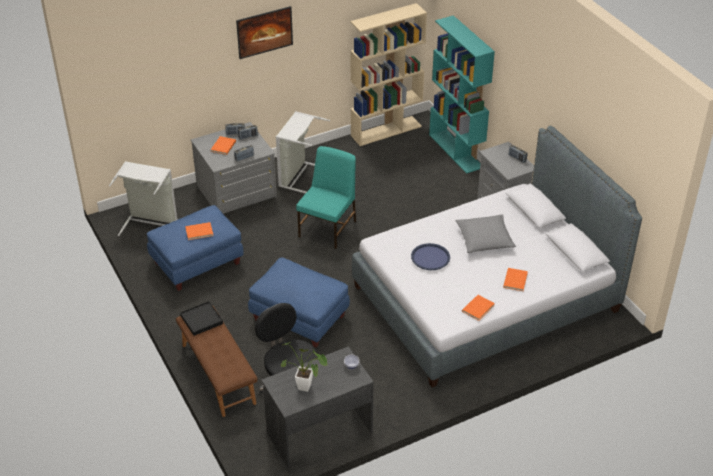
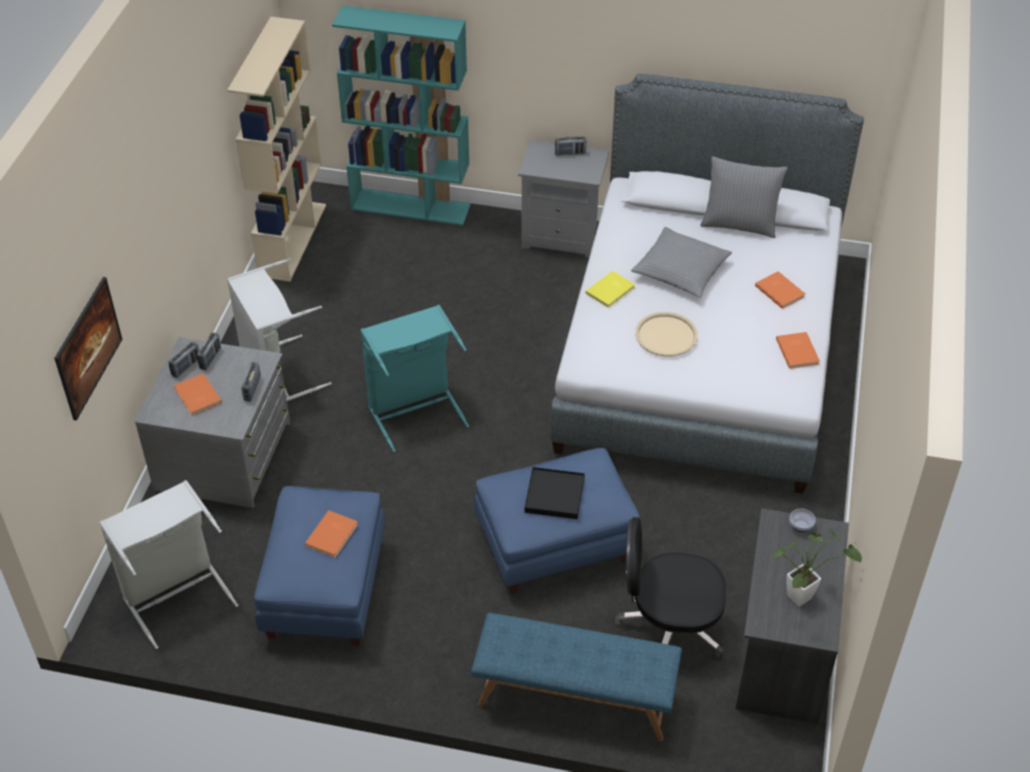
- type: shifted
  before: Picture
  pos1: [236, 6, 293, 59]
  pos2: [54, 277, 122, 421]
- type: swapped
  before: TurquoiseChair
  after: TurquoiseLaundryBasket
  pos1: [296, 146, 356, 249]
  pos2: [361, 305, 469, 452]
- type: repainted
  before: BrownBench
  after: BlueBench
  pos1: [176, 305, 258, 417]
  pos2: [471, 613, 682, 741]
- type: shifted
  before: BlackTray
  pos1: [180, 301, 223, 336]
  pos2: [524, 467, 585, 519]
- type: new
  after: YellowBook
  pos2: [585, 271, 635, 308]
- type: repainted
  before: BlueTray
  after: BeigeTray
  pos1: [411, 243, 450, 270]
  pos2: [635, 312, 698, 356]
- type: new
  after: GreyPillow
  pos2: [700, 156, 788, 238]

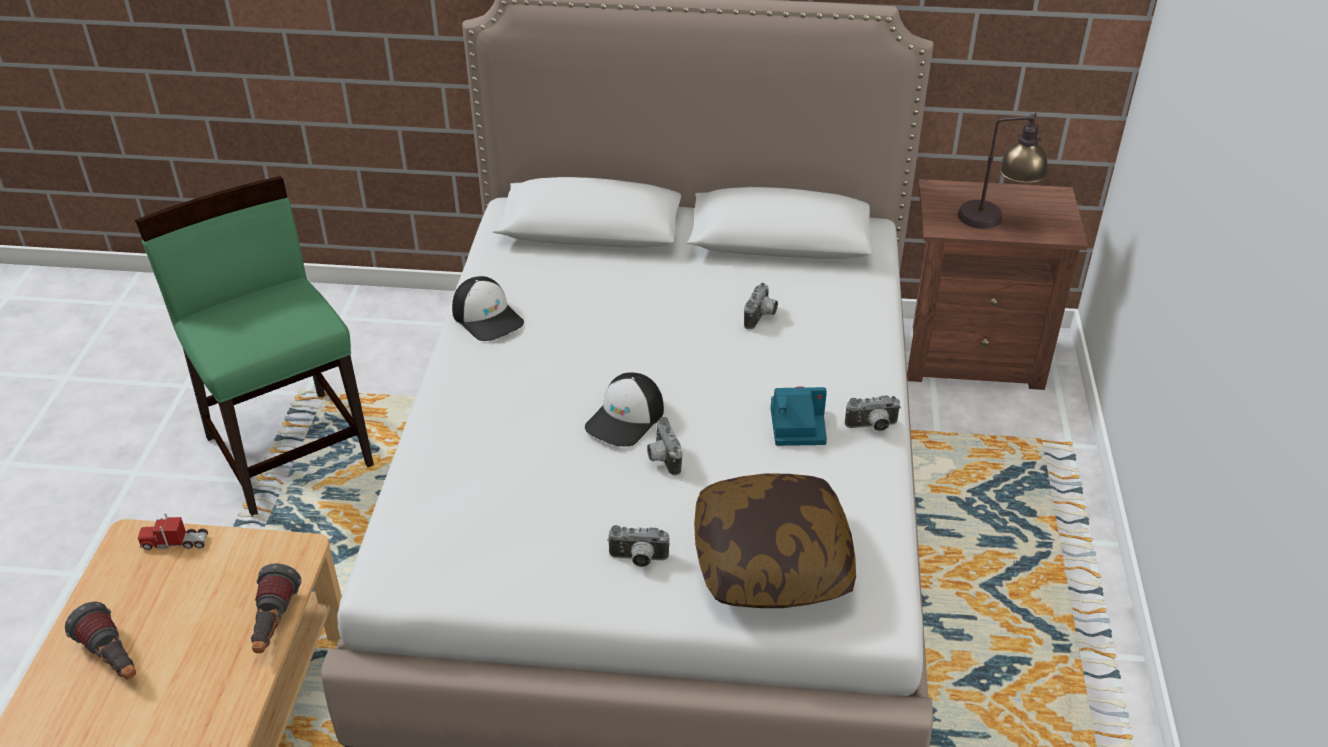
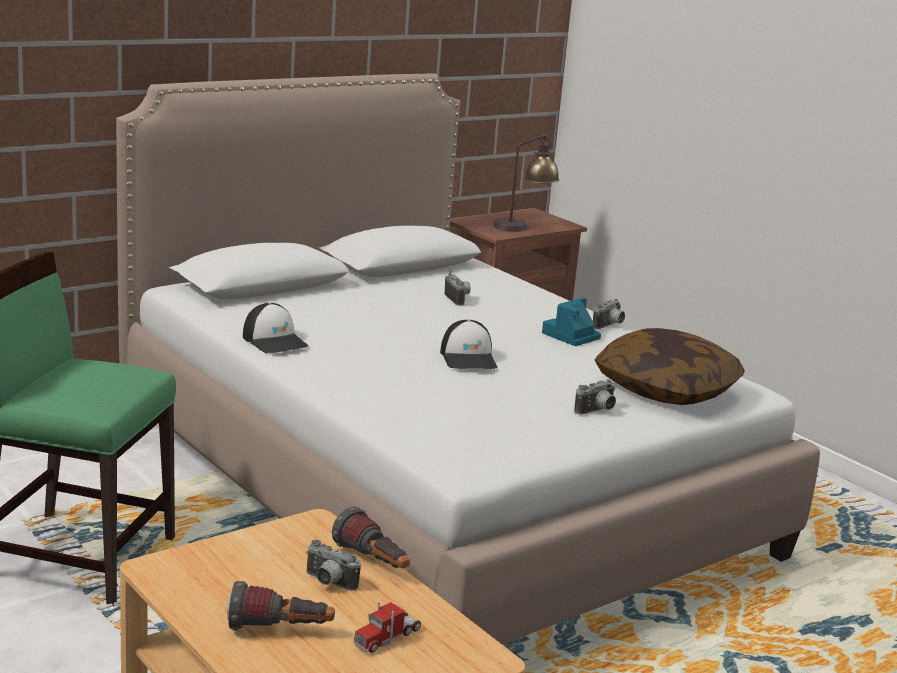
- type: rotated
  before: Cap
  pos1: [452, 276, 524, 341]
  pos2: [243, 303, 308, 353]
  turn: 45
- type: shifted
  before: PhotoCamera
  pos1: [647, 417, 682, 475]
  pos2: [306, 540, 361, 591]
- type: shifted
  before: ToyTruck
  pos1: [138, 513, 208, 550]
  pos2: [353, 602, 421, 653]

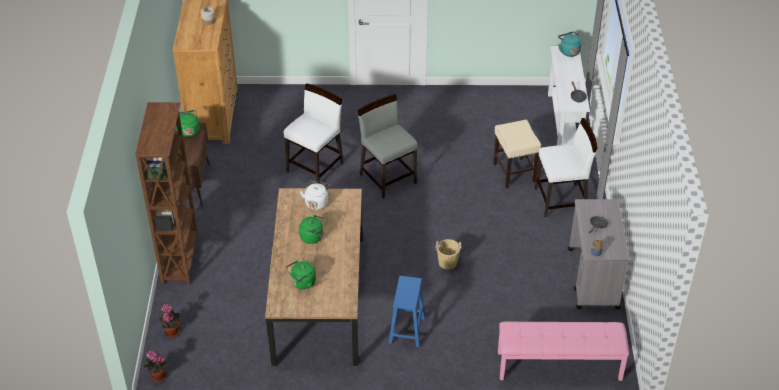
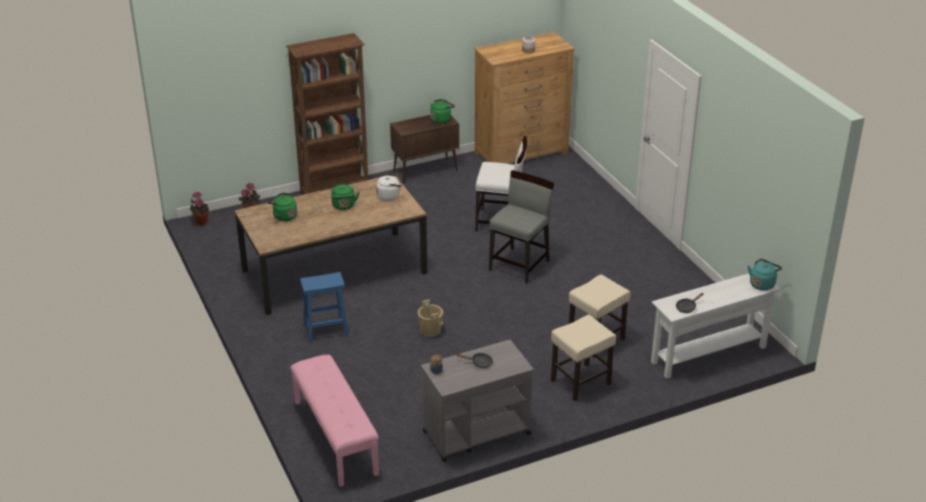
- type: swapped
  before: WhiteChair
  after: BeigeStool
  pos1: [534, 118, 598, 217]
  pos2: [551, 315, 616, 401]

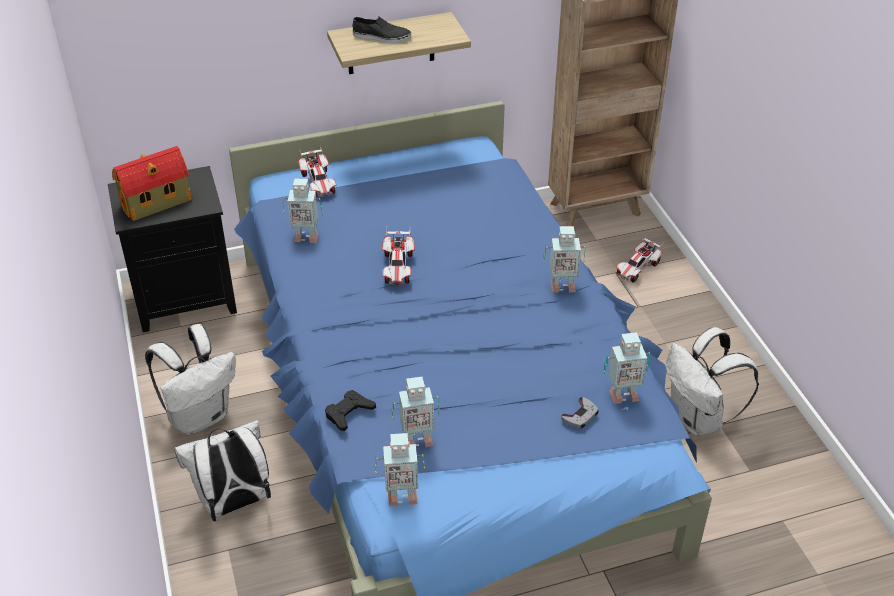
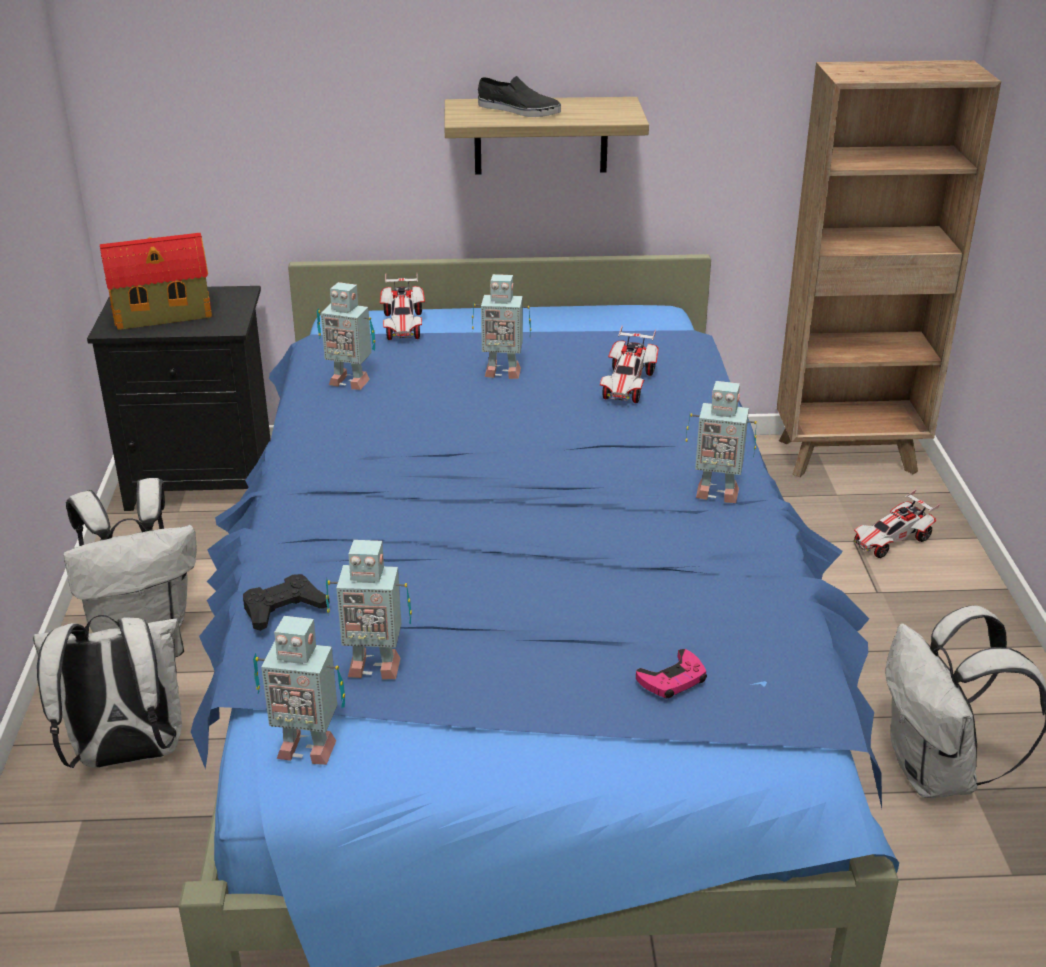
- type: shifted
  before: ToyRobot
  pos1: [604, 332, 651, 404]
  pos2: [472, 274, 531, 379]
- type: shifted
  before: ToyCar
  pos1: [382, 231, 415, 285]
  pos2: [600, 326, 659, 403]
- type: repainted
  before: GreyGameController
  after: PinkGameController
  pos1: [561, 397, 599, 428]
  pos2: [636, 649, 707, 698]

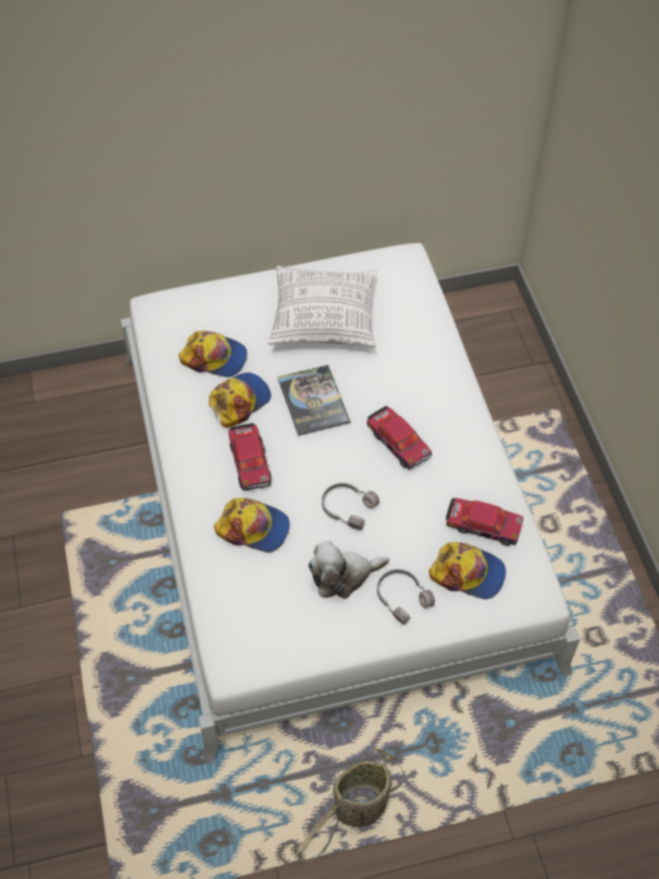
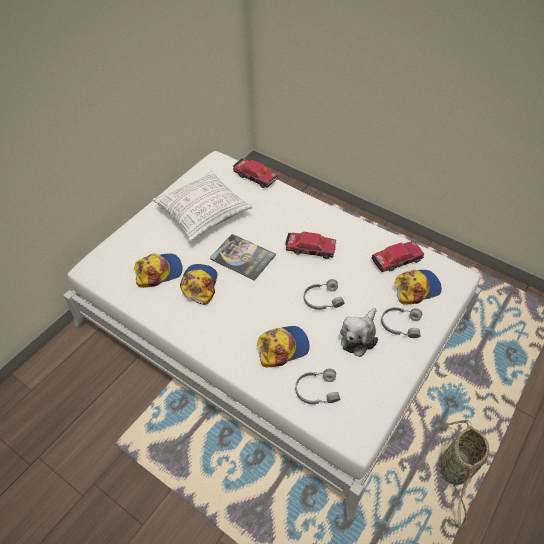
- type: shifted
  before: ToyCar
  pos1: [228, 423, 271, 491]
  pos2: [233, 159, 278, 188]
- type: new
  after: GreyHeadphones
  pos2: [295, 368, 340, 404]

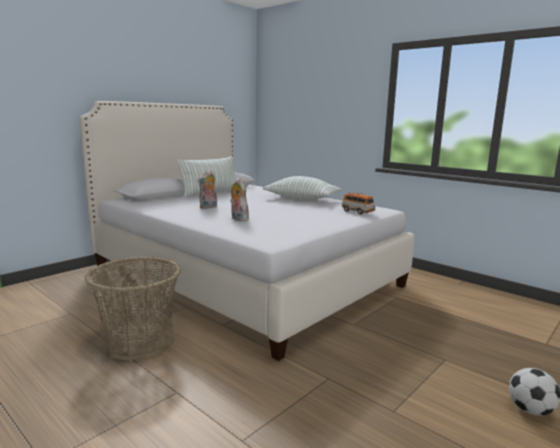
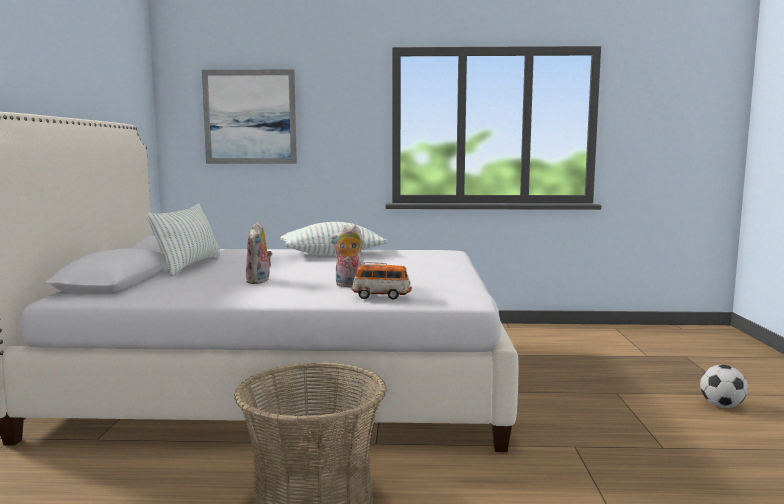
- type: new
  after: Picture
  pos2: [202, 69, 297, 164]
- type: shifted
  before: ToyCar
  pos1: [341, 192, 375, 214]
  pos2: [351, 262, 412, 299]

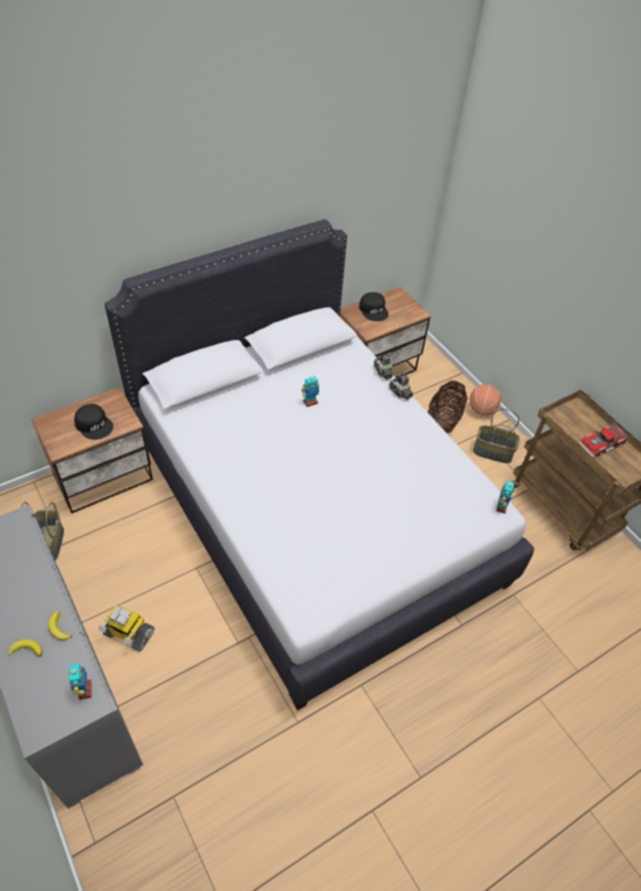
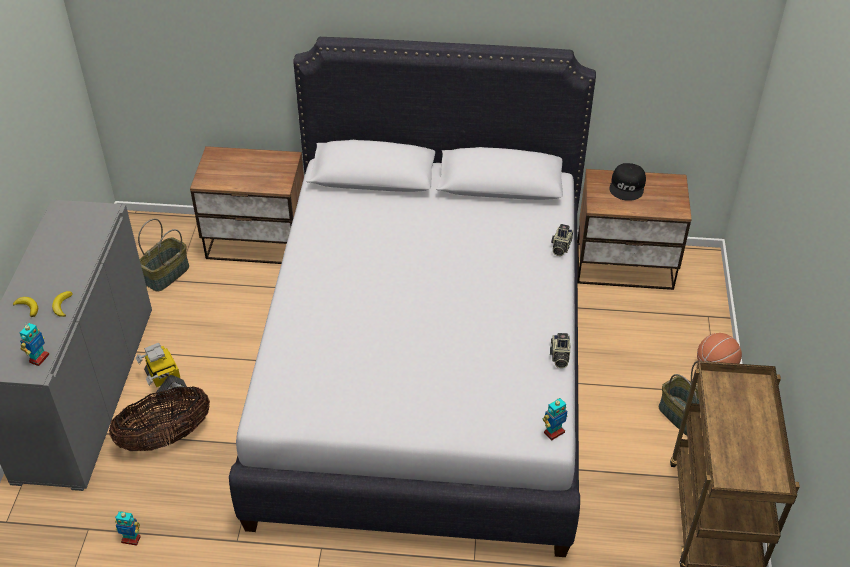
- type: shifted
  before: Basket
  pos1: [428, 381, 467, 433]
  pos2: [109, 386, 210, 451]
- type: shifted
  before: ToyRobot
  pos1: [301, 376, 320, 407]
  pos2: [115, 511, 141, 546]
- type: shifted
  before: PhotoCamera
  pos1: [389, 374, 413, 400]
  pos2: [550, 333, 570, 368]
- type: gone
  before: BlackCap
  pos1: [74, 404, 113, 440]
- type: gone
  before: ToyCar
  pos1: [578, 422, 629, 458]

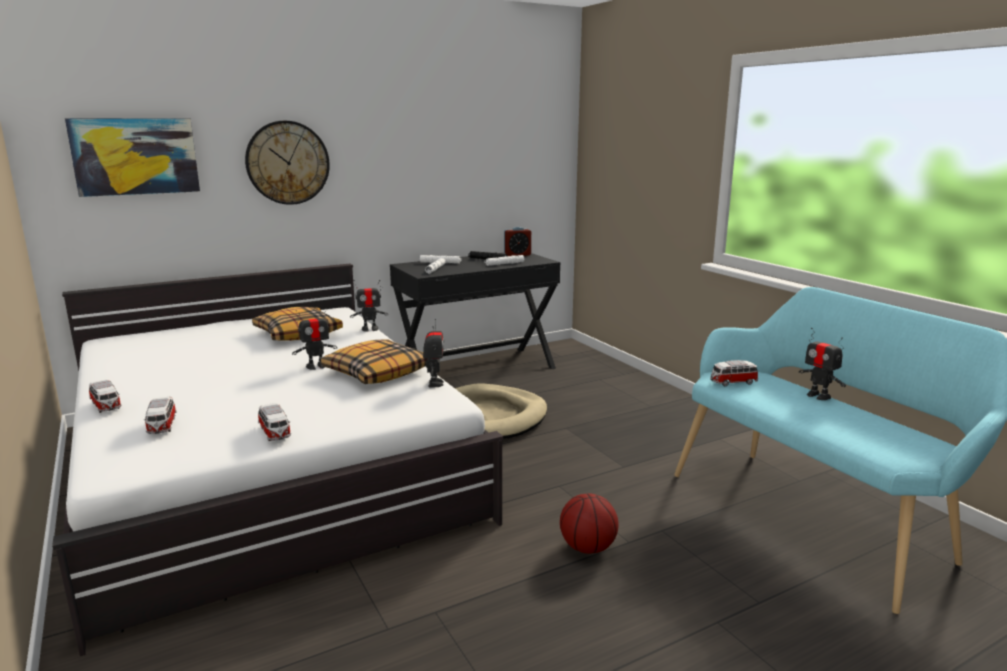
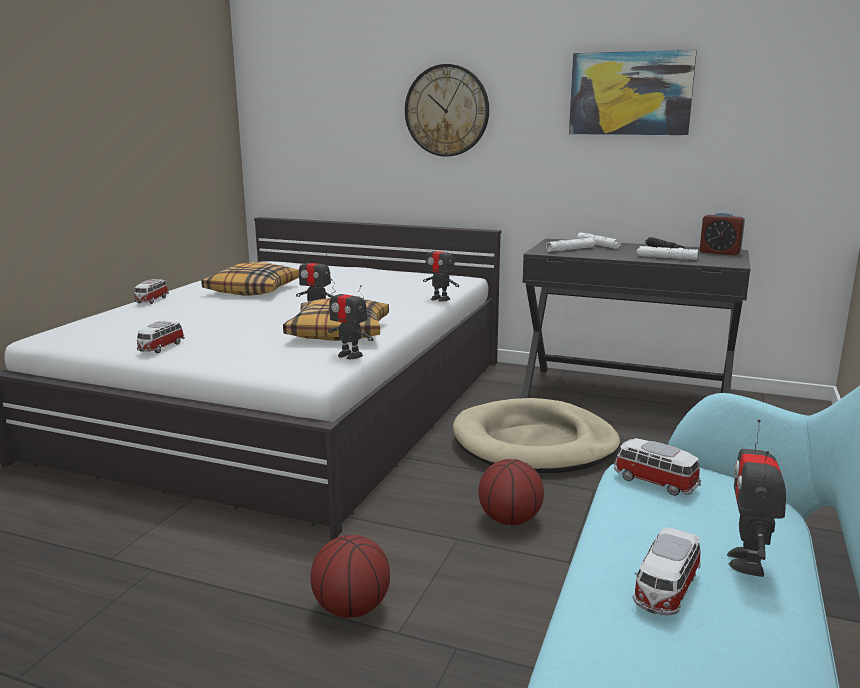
- type: shifted
  before: Pillow
  pos1: [252, 307, 343, 341]
  pos2: [201, 262, 299, 296]
- type: rotated
  before: ToyRobot
  pos1: [423, 319, 444, 388]
  pos2: [328, 279, 373, 359]
  turn: 75
- type: new
  after: Basketball
  pos2: [479, 459, 544, 525]
- type: shifted
  before: Picture
  pos1: [65, 118, 200, 197]
  pos2: [569, 50, 697, 135]
- type: shifted
  before: ToyCar
  pos1: [144, 397, 176, 434]
  pos2: [633, 527, 701, 615]

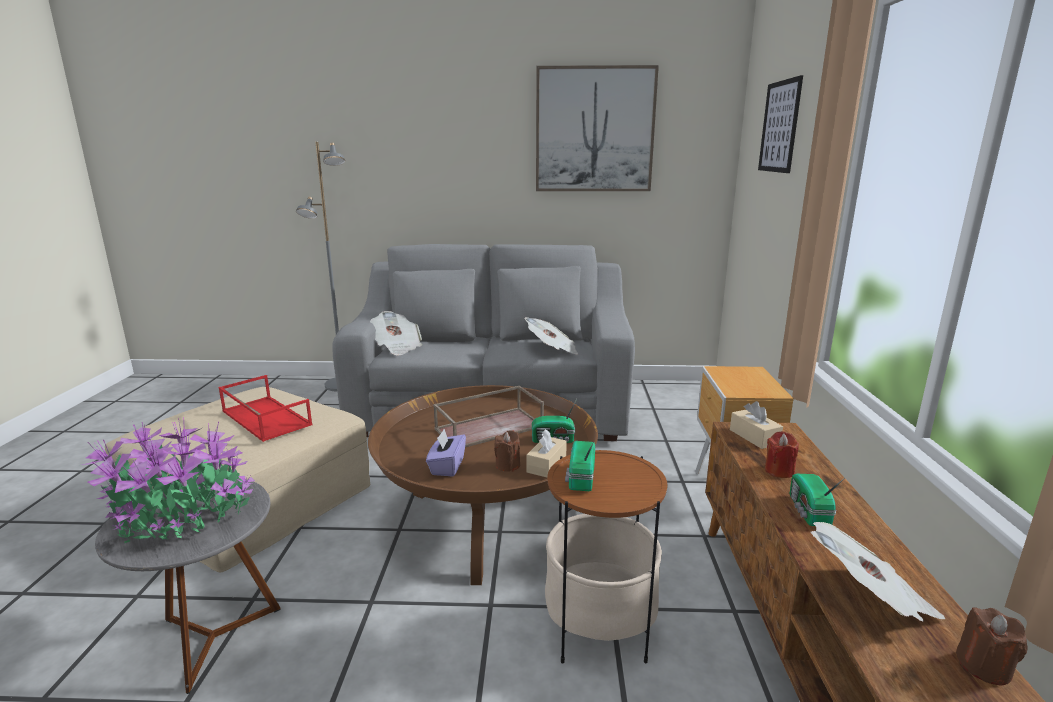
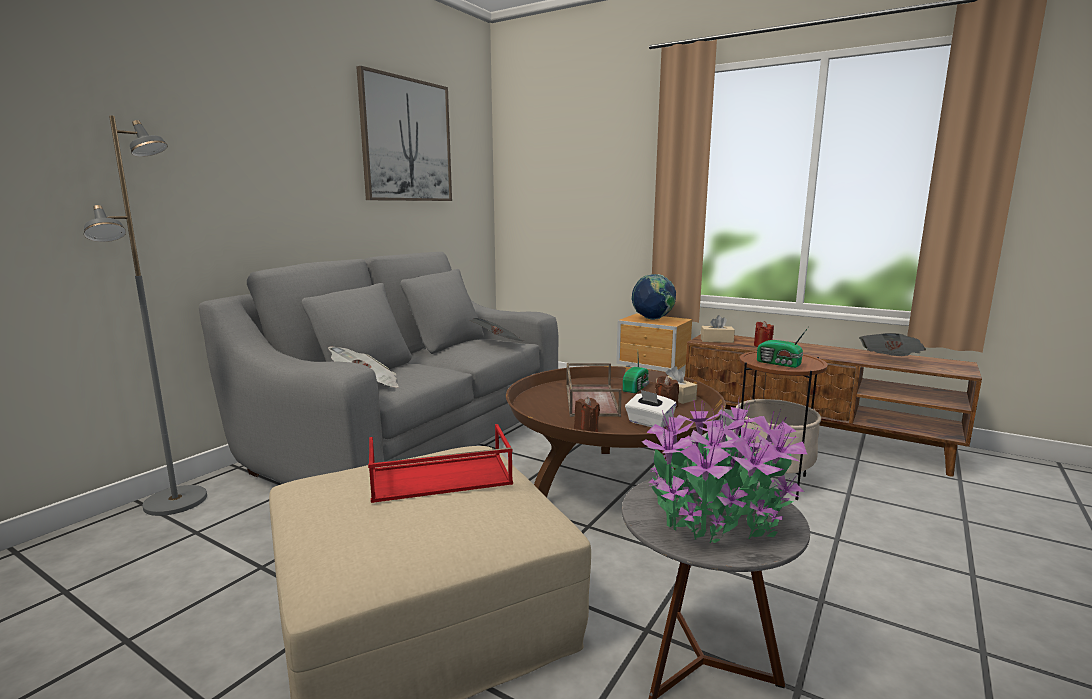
- type: shifted
  before: BrownCandle
  pos1: [956, 607, 1028, 685]
  pos2: [574, 397, 600, 432]
- type: repainted
  before: PurpleTissueBox
  after: WhiteTissueBox
  pos1: [426, 429, 466, 477]
  pos2: [625, 389, 676, 428]
- type: new
  after: Globe
  pos2: [631, 274, 676, 320]
- type: gone
  before: Picture
  pos1: [758, 75, 803, 173]
- type: gone
  before: Radio
  pos1: [790, 474, 845, 526]

